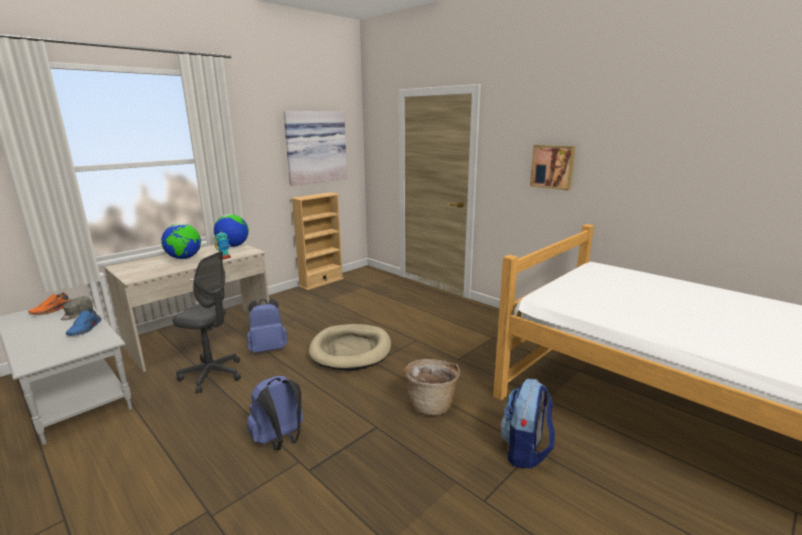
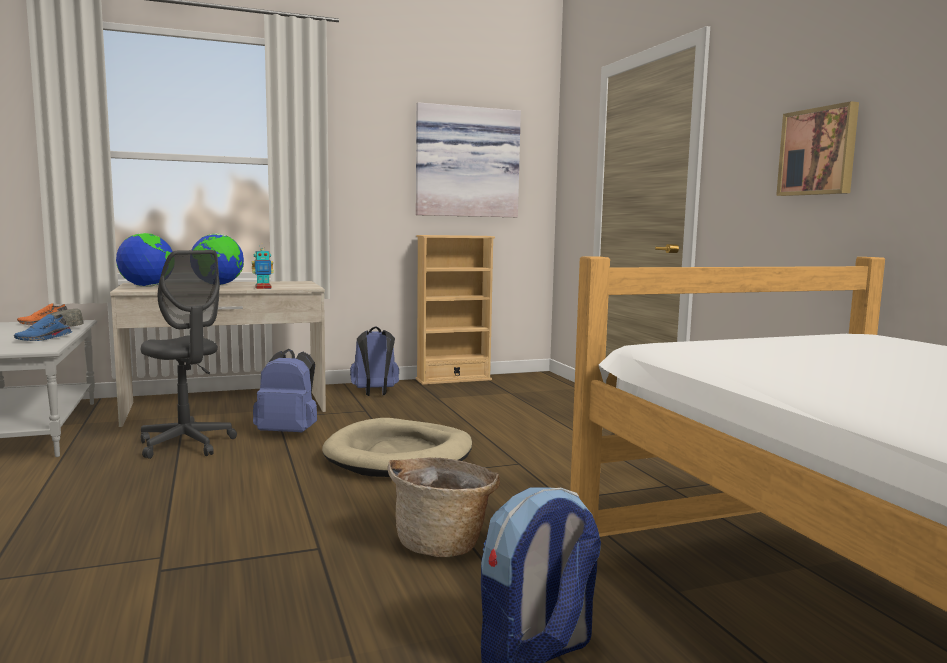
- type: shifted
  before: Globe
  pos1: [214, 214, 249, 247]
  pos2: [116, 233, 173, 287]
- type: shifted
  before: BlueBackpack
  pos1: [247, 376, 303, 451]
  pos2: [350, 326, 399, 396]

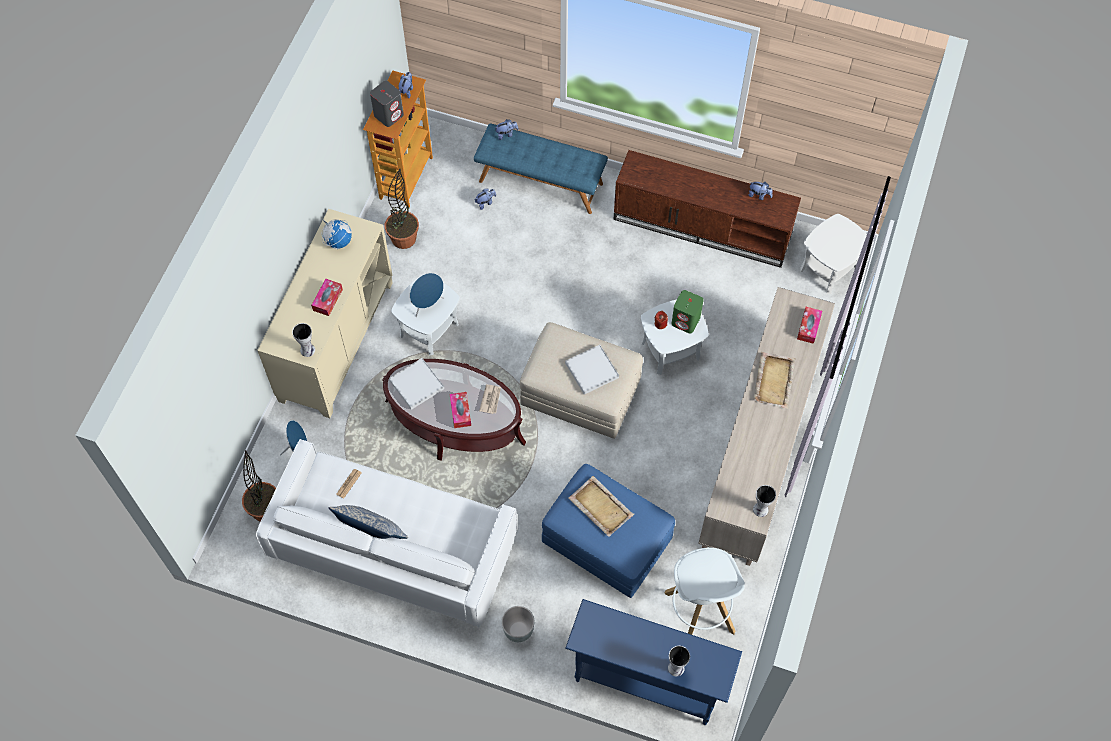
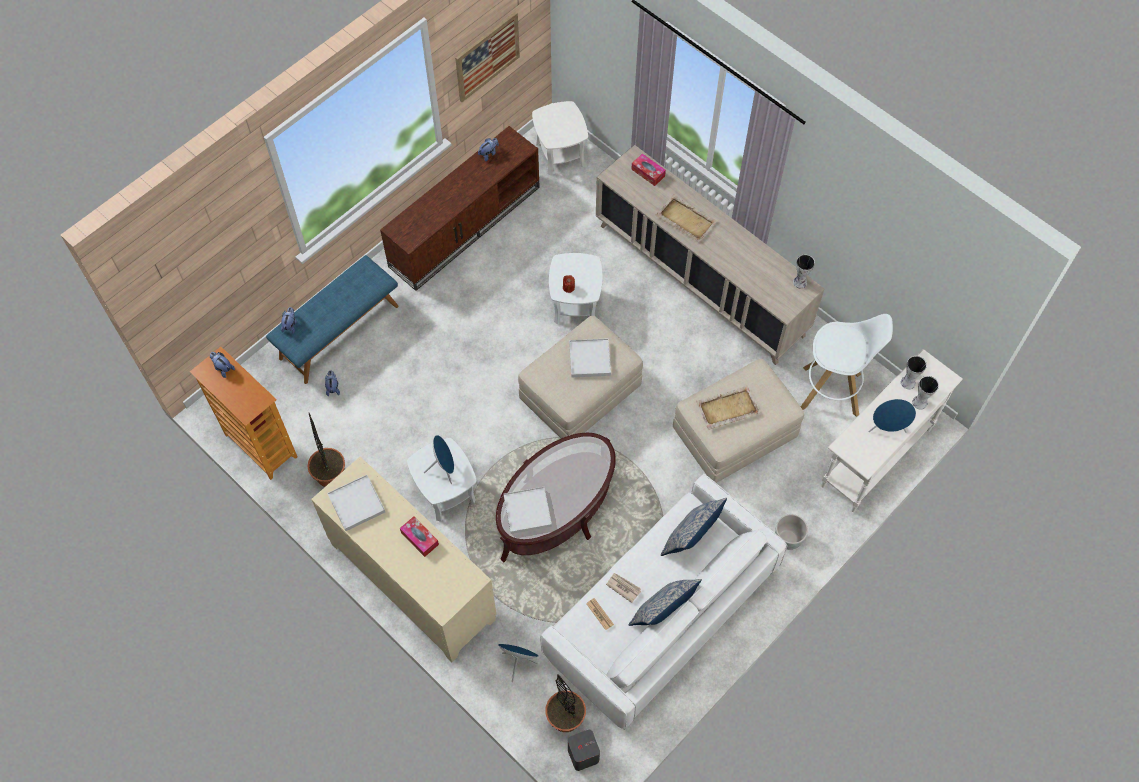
- type: swapped
  before: Globe
  after: WhiteTray
  pos1: [322, 219, 352, 249]
  pos2: [327, 475, 385, 531]
- type: new
  after: Picture
  pos2: [455, 11, 520, 102]
- type: shifted
  before: GreySpeaker
  pos1: [370, 81, 404, 127]
  pos2: [568, 730, 600, 771]
- type: shifted
  before: Newspaper
  pos1: [479, 384, 501, 414]
  pos2: [606, 573, 641, 603]
- type: new
  after: Pillow
  pos2: [661, 498, 727, 556]
- type: repainted
  before: BlueOttoman
  after: BeigeOttoman
  pos1: [542, 464, 675, 598]
  pos2: [673, 359, 804, 483]
- type: repainted
  before: BlueConsoleTable
  after: WhiteConsoleTable
  pos1: [565, 599, 742, 725]
  pos2: [821, 349, 963, 512]
- type: new
  after: BlueSpeaker
  pos2: [868, 399, 916, 433]
- type: shifted
  before: Vase
  pos1: [292, 323, 315, 357]
  pos2: [901, 356, 927, 389]
- type: gone
  before: TissueBox
  pos1: [450, 392, 471, 428]
- type: gone
  before: GreenSpeaker
  pos1: [671, 290, 704, 333]

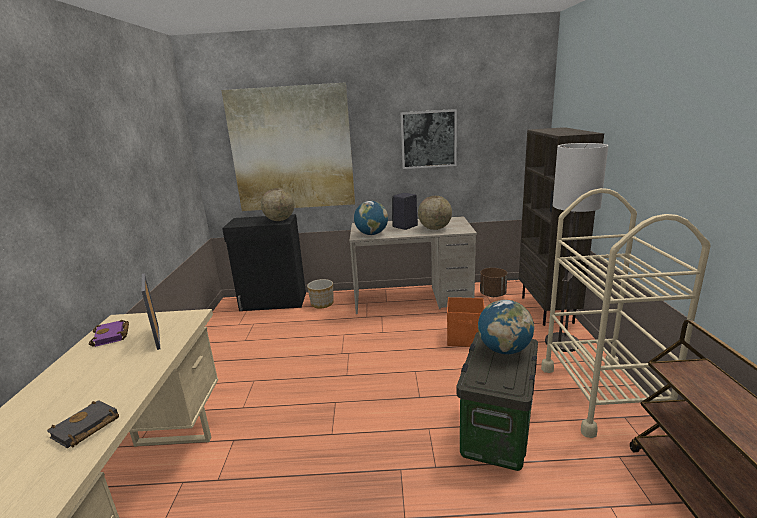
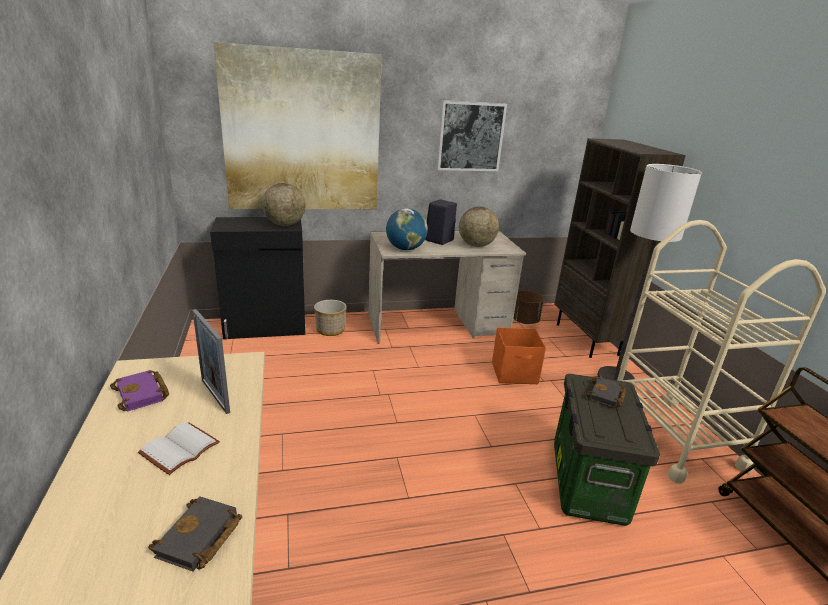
- type: new
  after: WhiteBook
  pos2: [138, 422, 220, 475]
- type: swapped
  before: Globe
  after: BlackBook
  pos1: [478, 300, 534, 354]
  pos2: [586, 377, 626, 408]

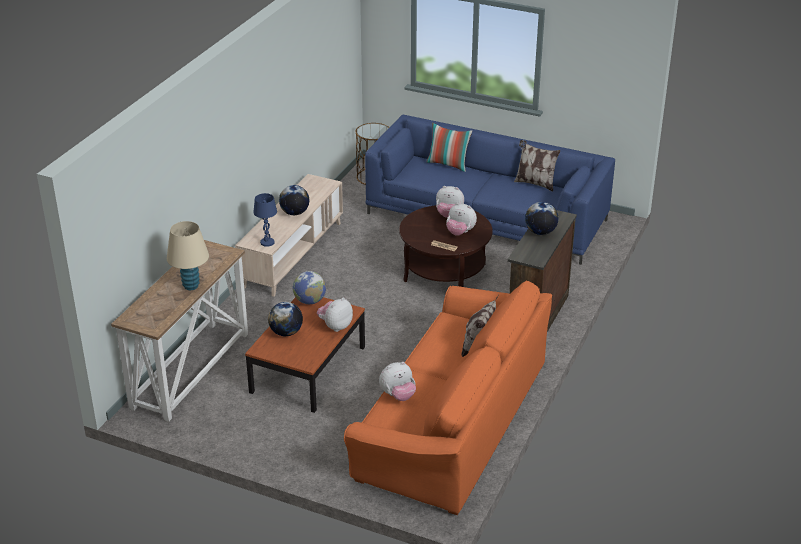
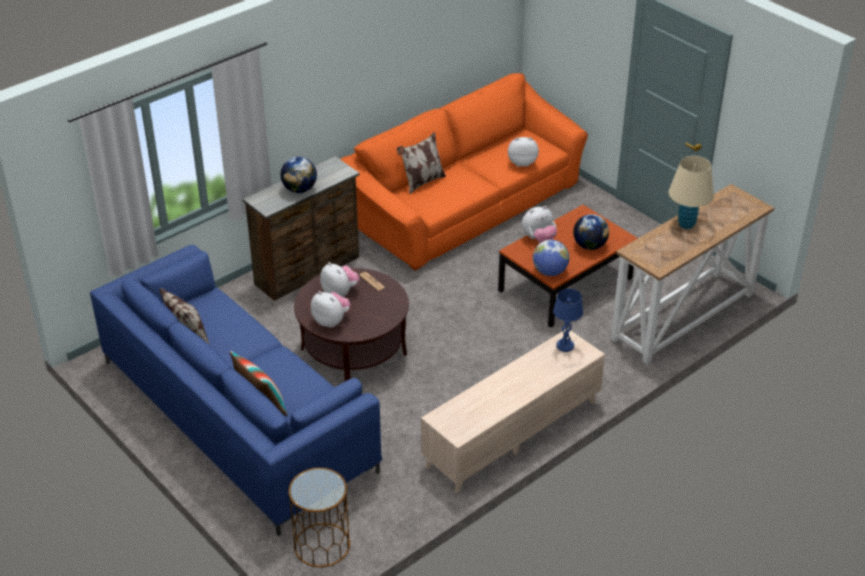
- type: gone
  before: Globe
  pos1: [279, 185, 309, 215]

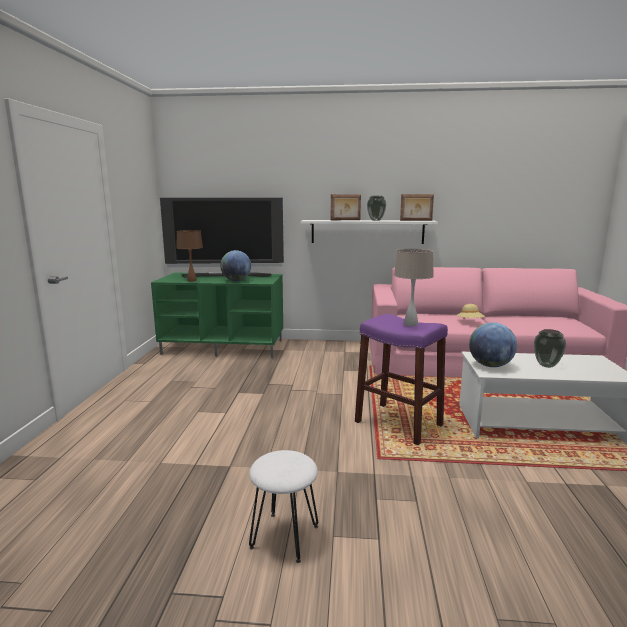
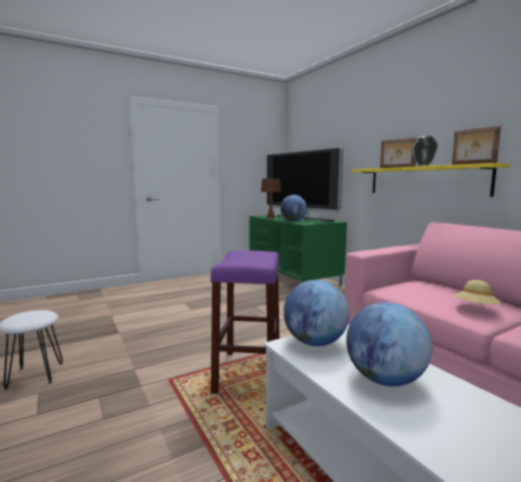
- type: swapped
  before: Vase
  after: Globe
  pos1: [534, 329, 566, 368]
  pos2: [346, 302, 432, 386]
- type: repainted
  before: WhiteShelf
  after: YellowShelf
  pos1: [301, 220, 438, 244]
  pos2: [352, 163, 510, 197]
- type: gone
  before: BeigeTableLamp
  pos1: [394, 248, 434, 326]

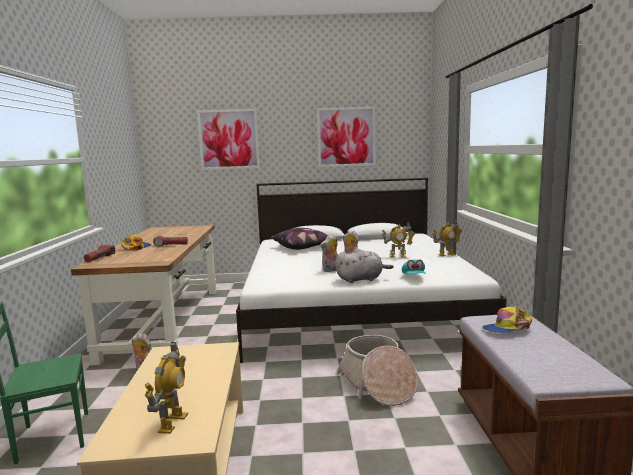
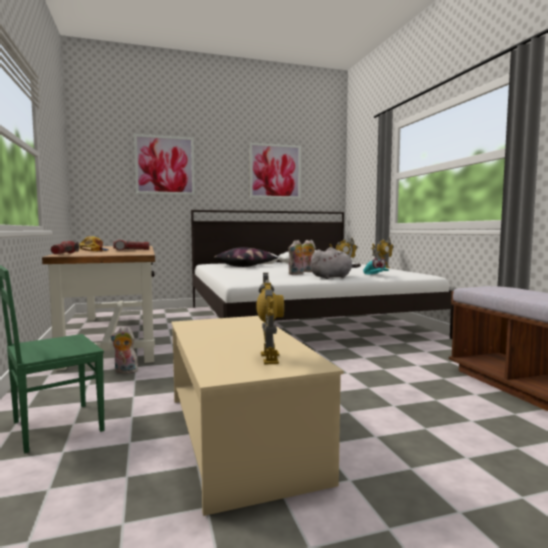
- type: gone
  before: Basket
  pos1: [337, 335, 418, 406]
- type: gone
  before: Cap
  pos1: [482, 306, 532, 333]

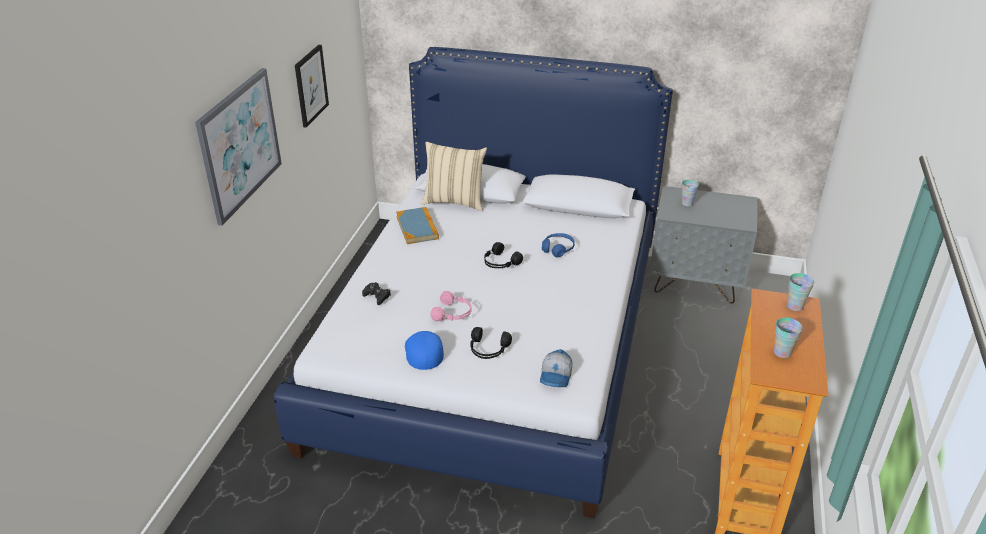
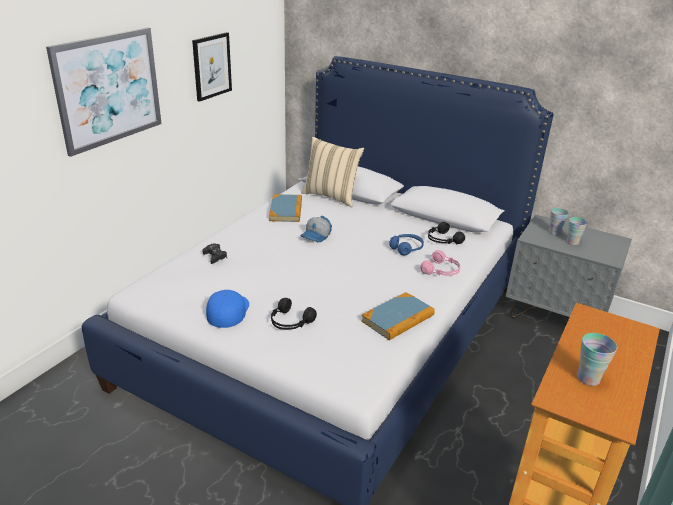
- type: shifted
  before: Cap
  pos1: [540, 349, 572, 387]
  pos2: [300, 216, 332, 242]
- type: new
  after: Book
  pos2: [361, 292, 435, 340]
- type: shifted
  before: PinkHeadphones
  pos1: [430, 291, 472, 321]
  pos2: [420, 250, 460, 276]
- type: shifted
  before: BlackHeadphones
  pos1: [484, 242, 523, 268]
  pos2: [428, 222, 465, 244]
- type: shifted
  before: Cup
  pos1: [787, 273, 814, 311]
  pos2: [567, 217, 587, 245]

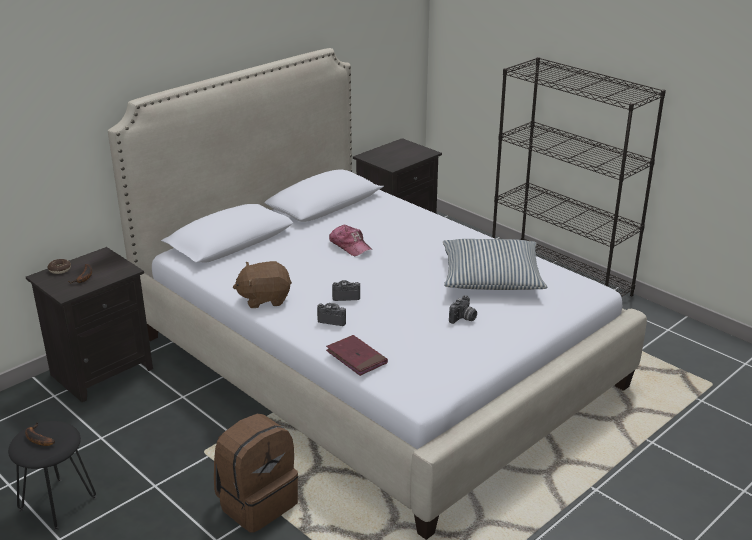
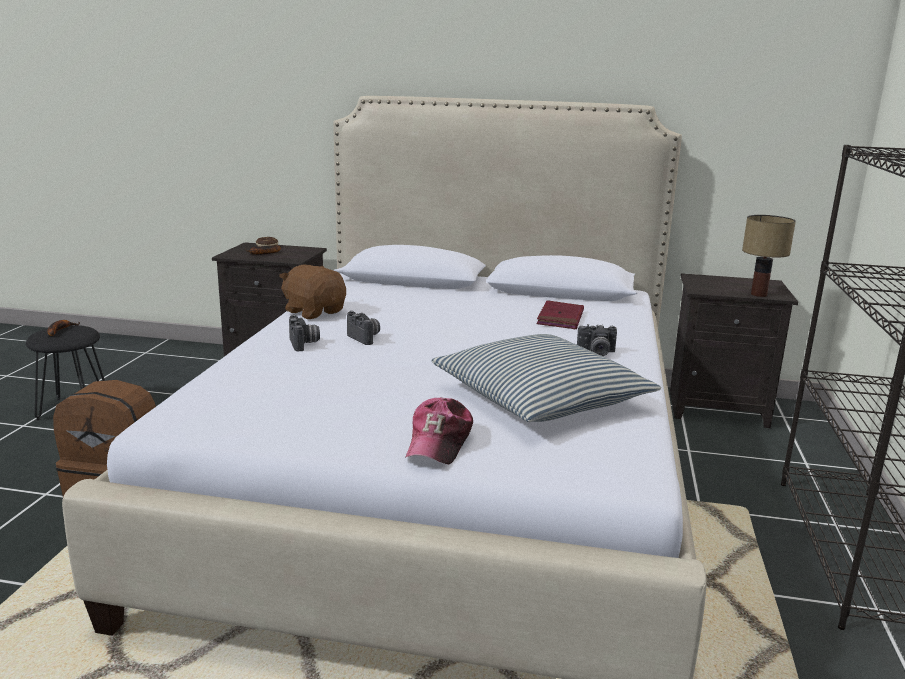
- type: shifted
  before: Cap
  pos1: [329, 224, 373, 256]
  pos2: [406, 398, 473, 464]
- type: shifted
  before: RedBook
  pos1: [326, 335, 388, 376]
  pos2: [537, 300, 584, 329]
- type: shifted
  before: PhotoCamera
  pos1: [449, 295, 477, 324]
  pos2: [577, 324, 617, 356]
- type: new
  after: TableLamp
  pos2: [742, 215, 796, 297]

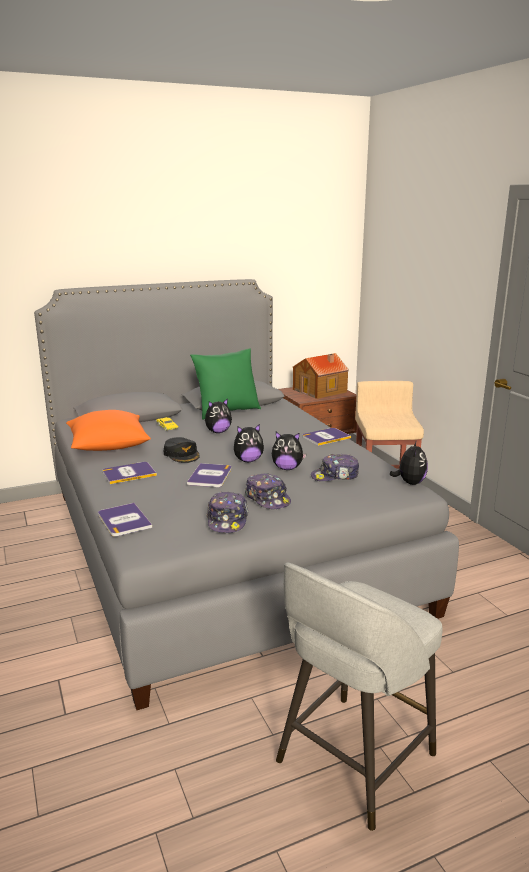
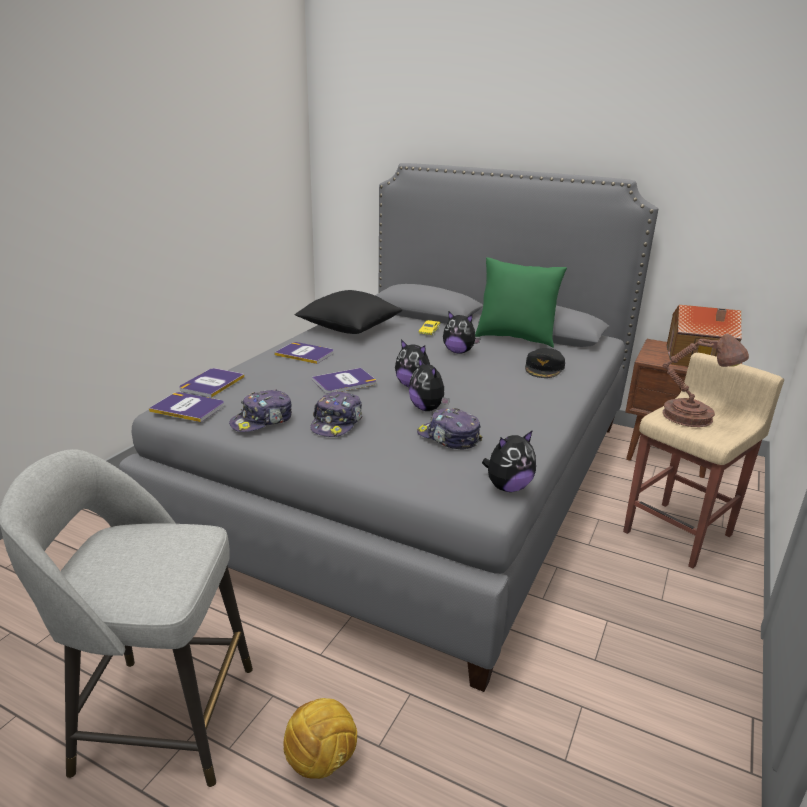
- type: shifted
  before: Book
  pos1: [303, 428, 351, 446]
  pos2: [149, 392, 224, 422]
- type: new
  after: Football
  pos2: [284, 698, 357, 779]
- type: repainted
  before: OrangePillow
  after: BlackPillow
  pos1: [66, 410, 151, 451]
  pos2: [295, 290, 402, 334]
- type: shifted
  before: BlackCap
  pos1: [163, 437, 200, 463]
  pos2: [525, 348, 565, 378]
- type: new
  after: BrownTableLamp
  pos2: [663, 334, 749, 427]

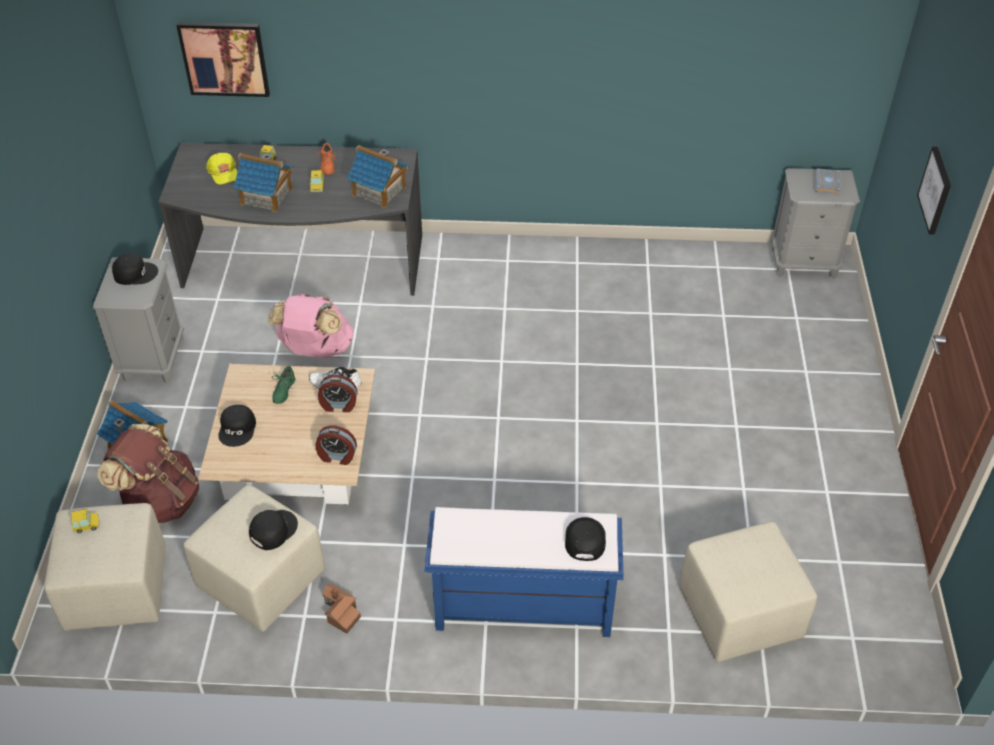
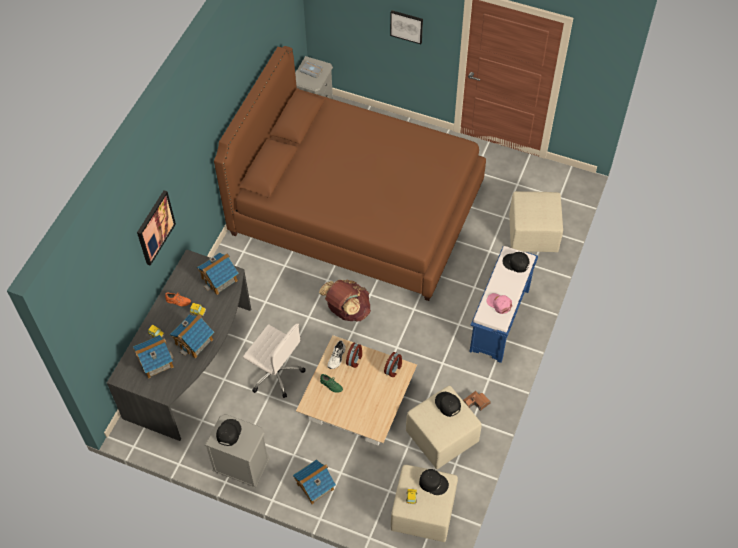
- type: swapped
  before: YellowCap
  after: ToyHouse
  pos1: [206, 153, 237, 184]
  pos2: [133, 335, 174, 379]
- type: shifted
  before: Picture
  pos1: [176, 22, 270, 97]
  pos2: [137, 190, 176, 266]
- type: new
  after: BrownBed
  pos2: [214, 46, 486, 301]
- type: swapped
  before: PinkBackpack
  after: WhiteOfficeChair
  pos1: [268, 294, 353, 359]
  pos2: [243, 324, 305, 398]
- type: shifted
  before: BrownBackpack
  pos1: [97, 424, 199, 523]
  pos2: [319, 280, 371, 322]
- type: shifted
  before: BlackCap
  pos1: [218, 405, 256, 447]
  pos2: [419, 469, 449, 495]
- type: new
  after: PinkCap
  pos2: [486, 293, 512, 314]

